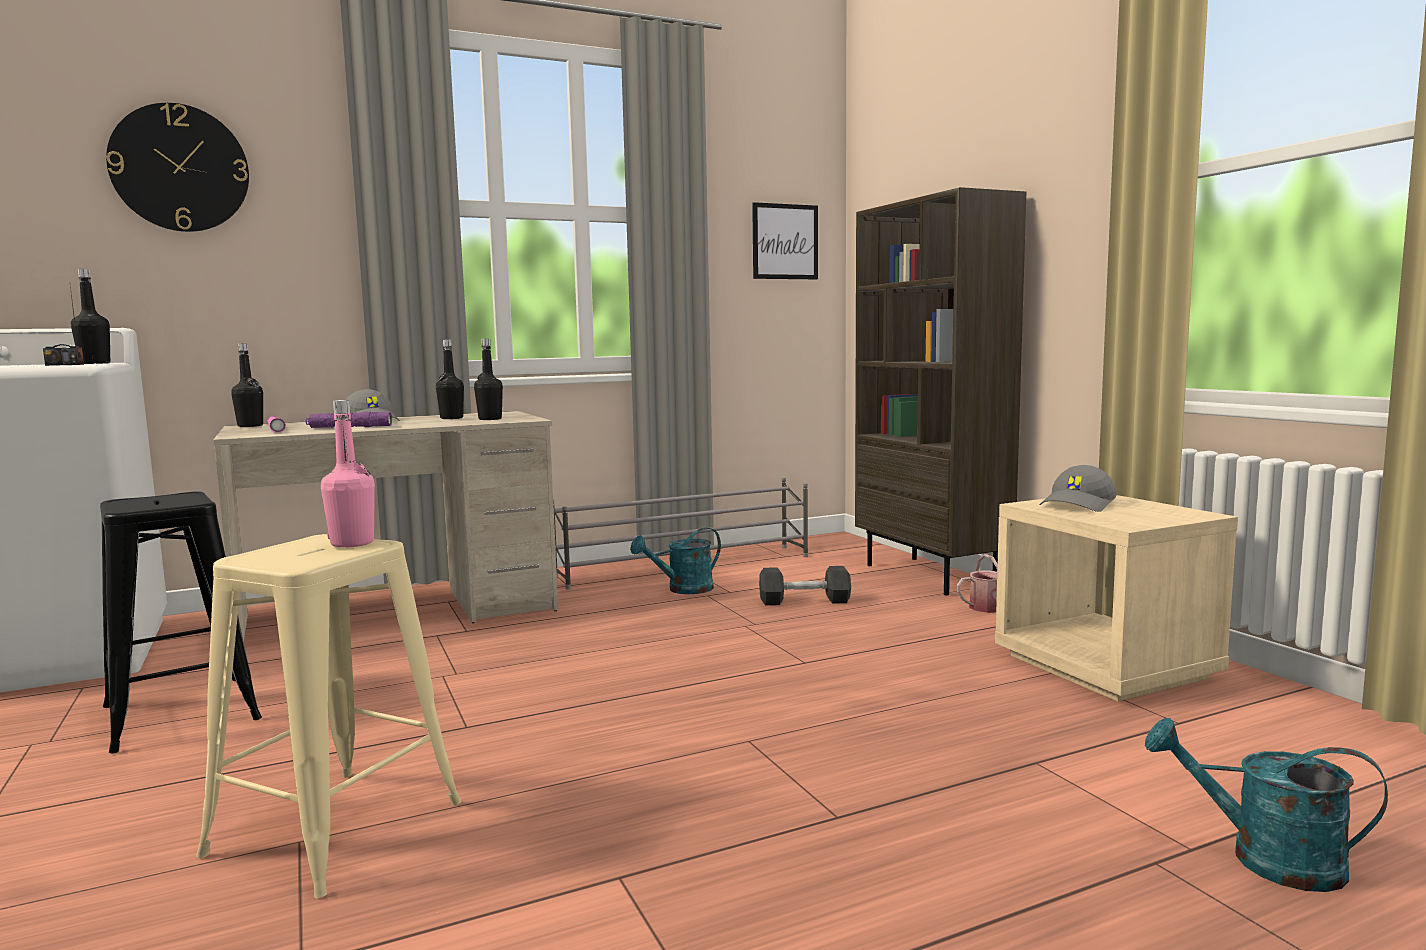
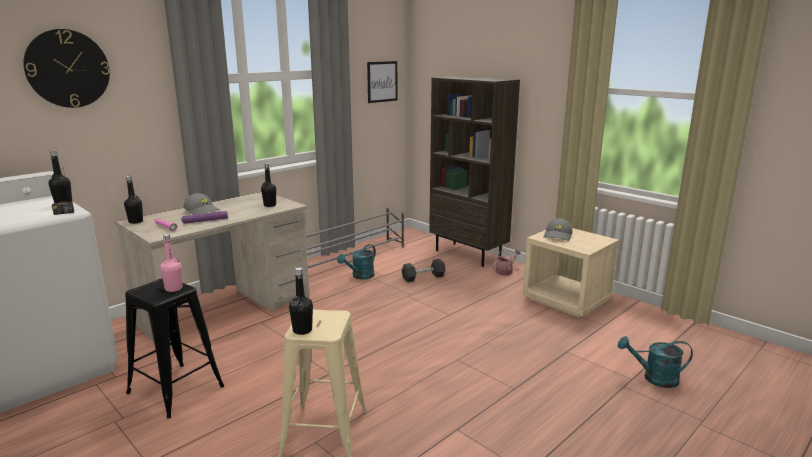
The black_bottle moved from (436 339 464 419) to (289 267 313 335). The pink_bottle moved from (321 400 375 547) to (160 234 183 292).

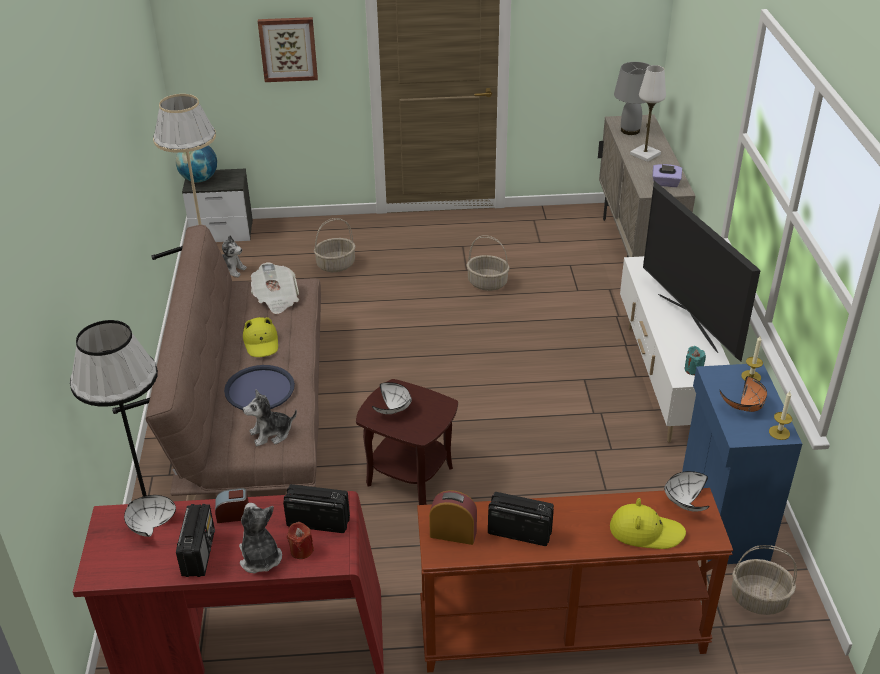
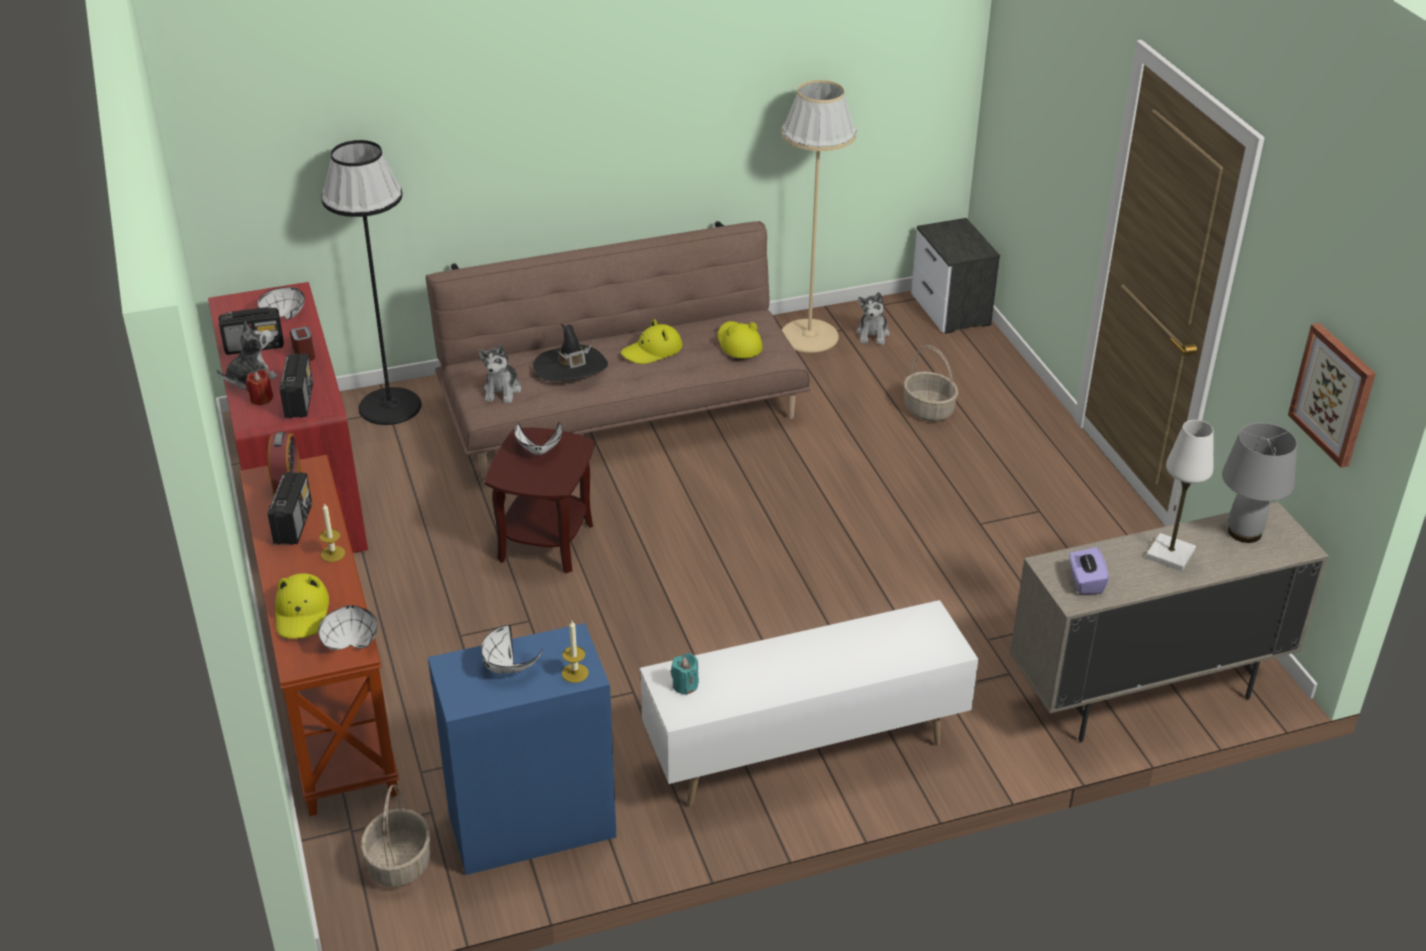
The picture moved from (258 17 318 82) to (1288 323 1376 468). The globe at (176 145 217 182) disappeared. The television at (643 181 761 361) disappeared. The basket at (466 235 510 291) disappeared. The newspaper at (251 262 299 314) was replaced by the yellow_hat at (718 321 763 358). The blue_tray at (224 365 295 410) was replaced by the black_hat at (533 324 608 381). The orange_bowl at (720 376 767 412) became the white_bowl at (481 625 543 674). The plush_toy at (243 390 297 446) turned 135 degrees counterclockwise. The candle moved from (769 391 792 440) to (319 503 345 562).

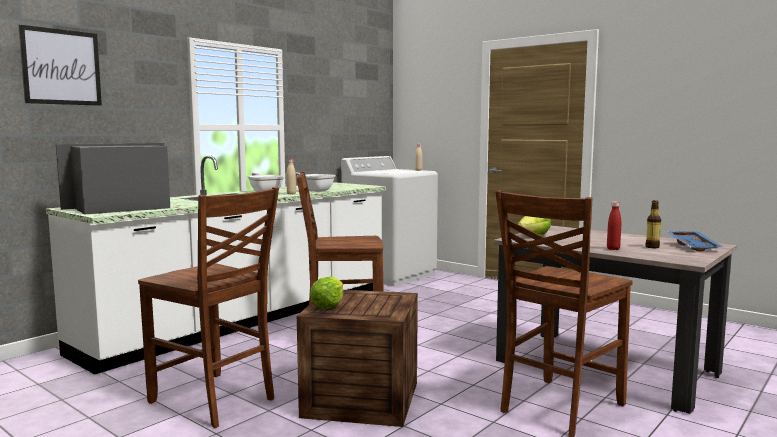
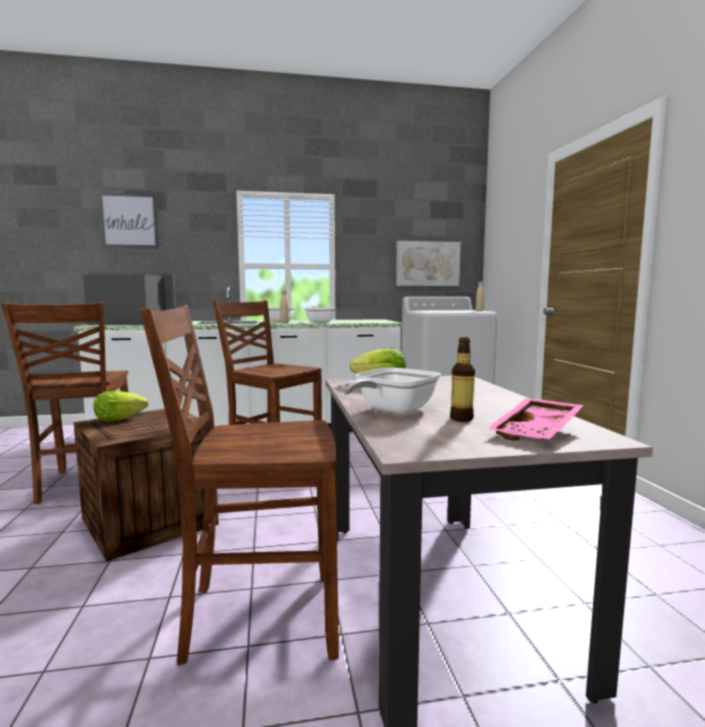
The red_bottle at (607 201 621 250) was replaced by the frying_pan at (341 367 441 414). The blue_tray at (667 231 723 251) became the pink_tray at (486 398 584 441). The picture at (396 241 461 286) appeared.

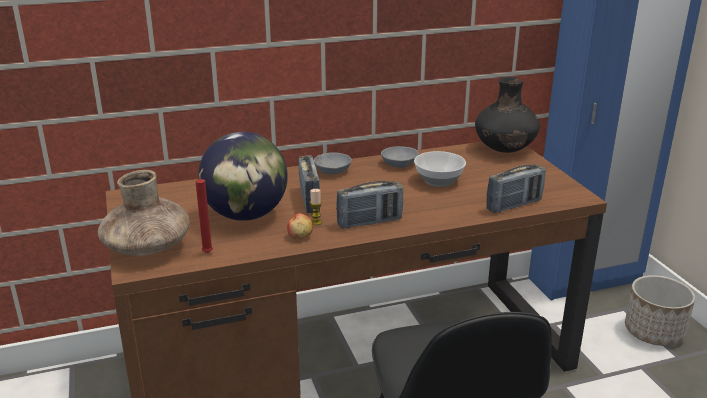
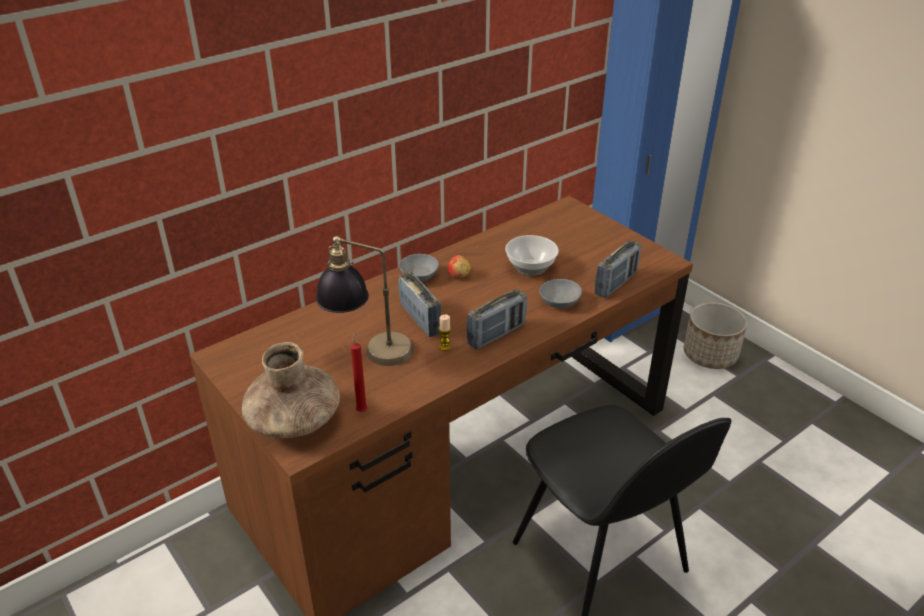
The black_vase at (475 77 540 153) disappeared. The globe at (198 132 288 221) was replaced by the table_lamp at (316 236 414 366). The grey_bowl moved from (381 146 419 168) to (540 279 582 308). The apple moved from (287 213 313 239) to (448 255 471 278).

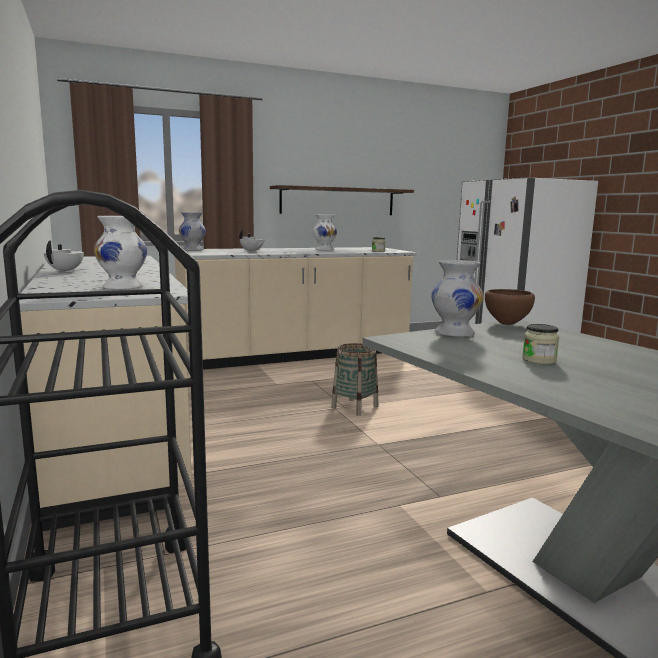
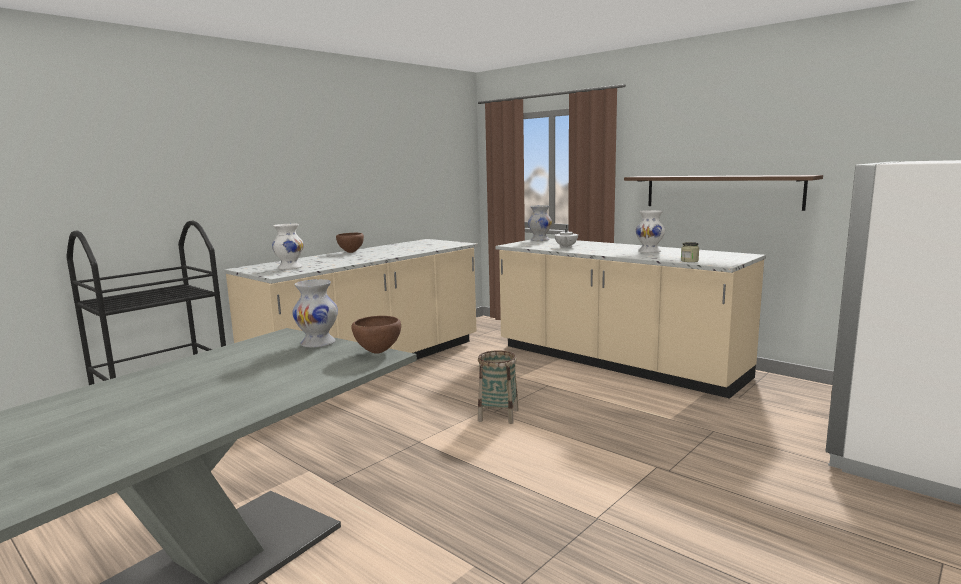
The white_teapot at (44 240 84 273) was replaced by the brown_bowl at (336 233 364 253). The jar at (522 324 559 364) disappeared.

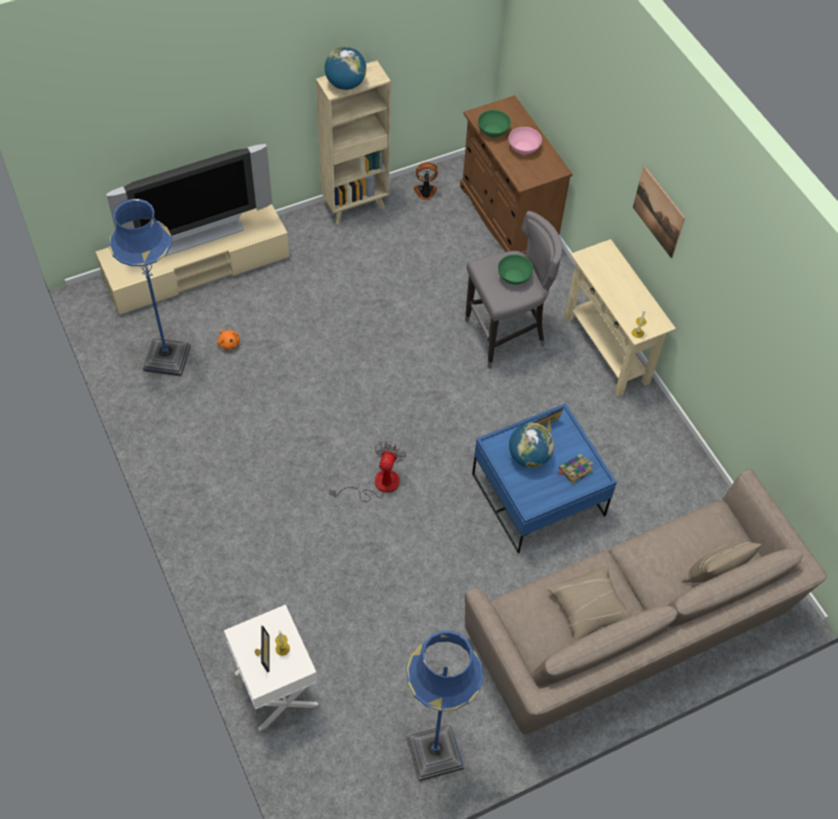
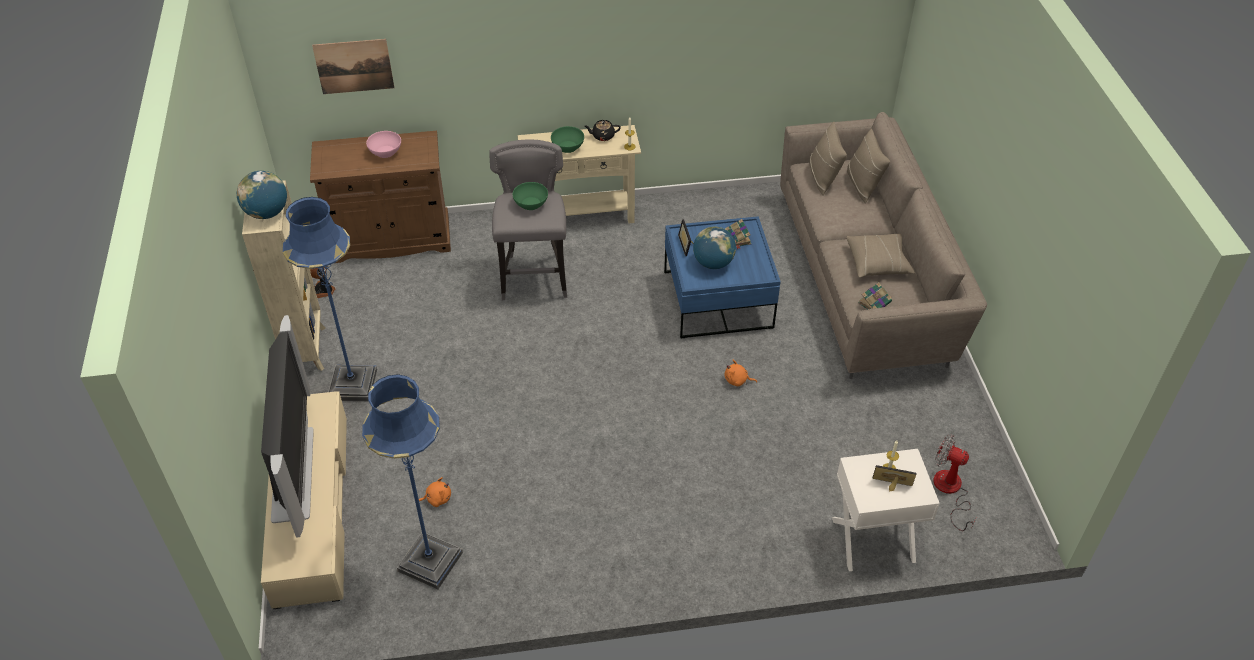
The green_bowl moved from (478 110 511 137) to (551 126 584 153). The picture moved from (633 166 685 259) to (312 39 394 94). The fan moved from (329 441 406 502) to (933 434 976 531). The blue_floor_lamp moved from (406 630 483 781) to (283 197 377 401). The black_teapot at (584 120 621 141) appeared. The beige_pillow at (809 121 847 196) appeared. The book at (858 282 892 309) appeared. The orange_plush_toy at (724 360 757 386) appeared.

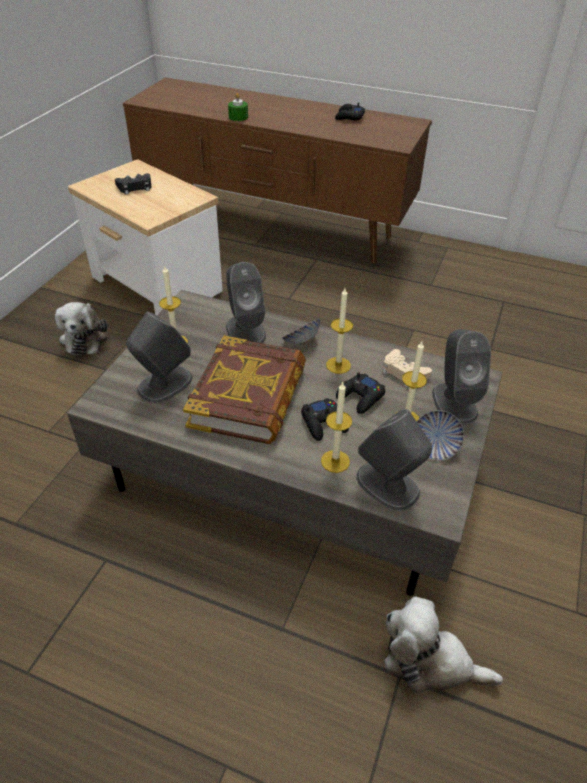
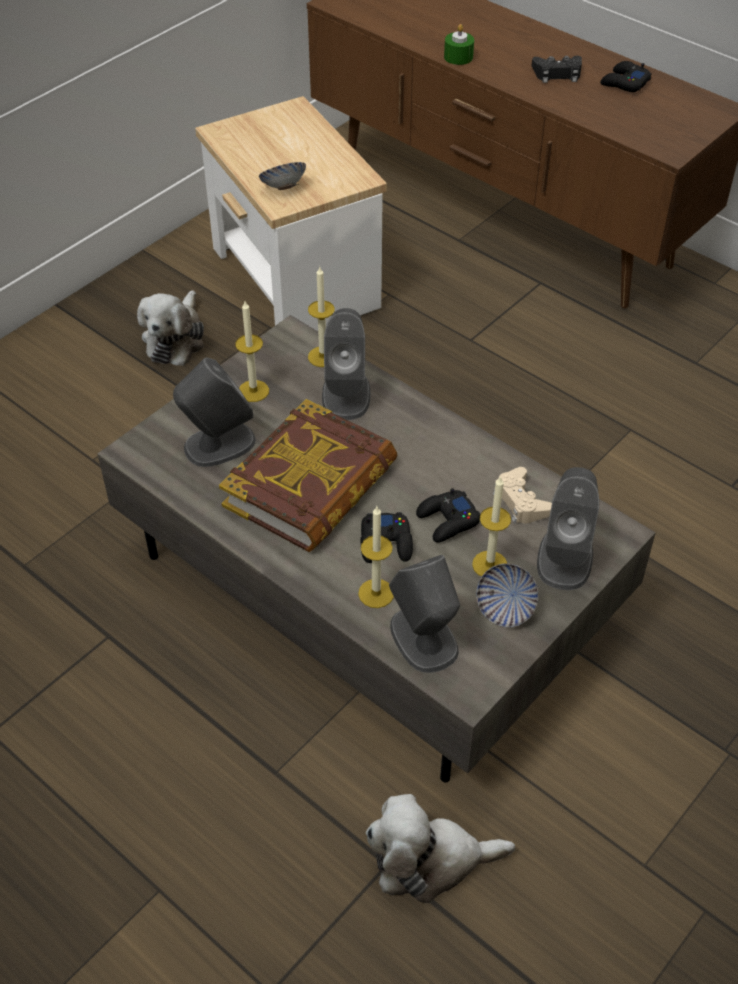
The black_game_controller moved from (115 173 151 194) to (532 56 582 83). The candle moved from (326 288 353 374) to (308 267 335 367). The bowl moved from (282 318 320 345) to (259 162 306 190). The plush_toy at (384 596 503 693) turned 45 degrees counterclockwise.

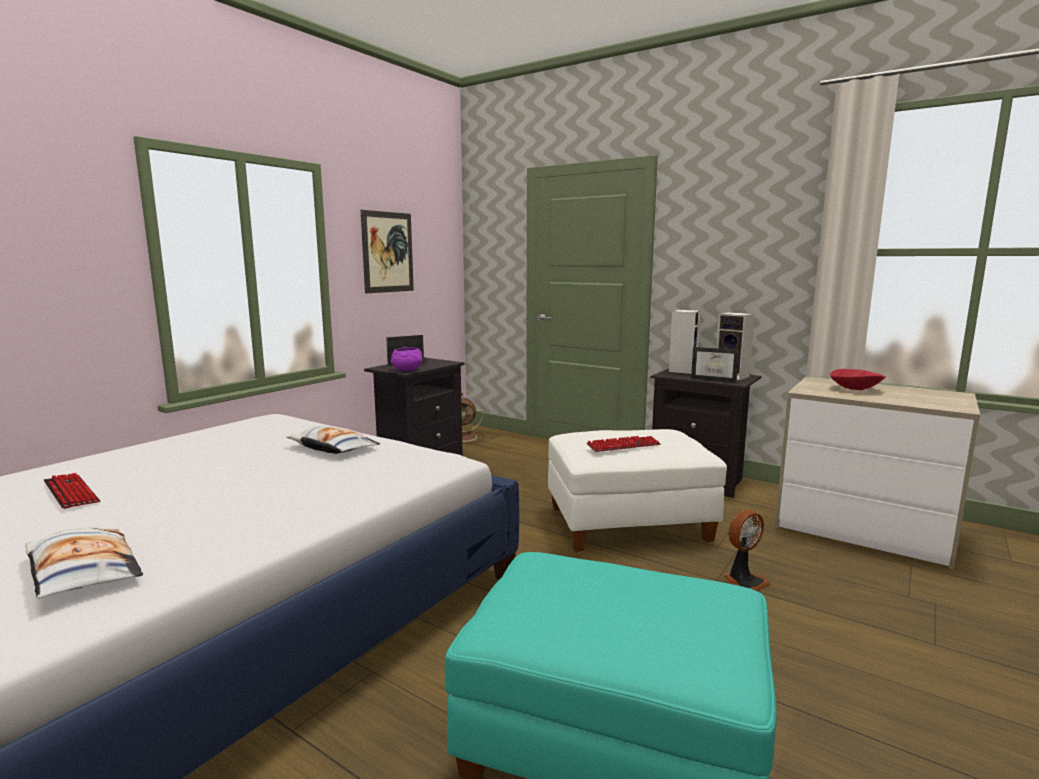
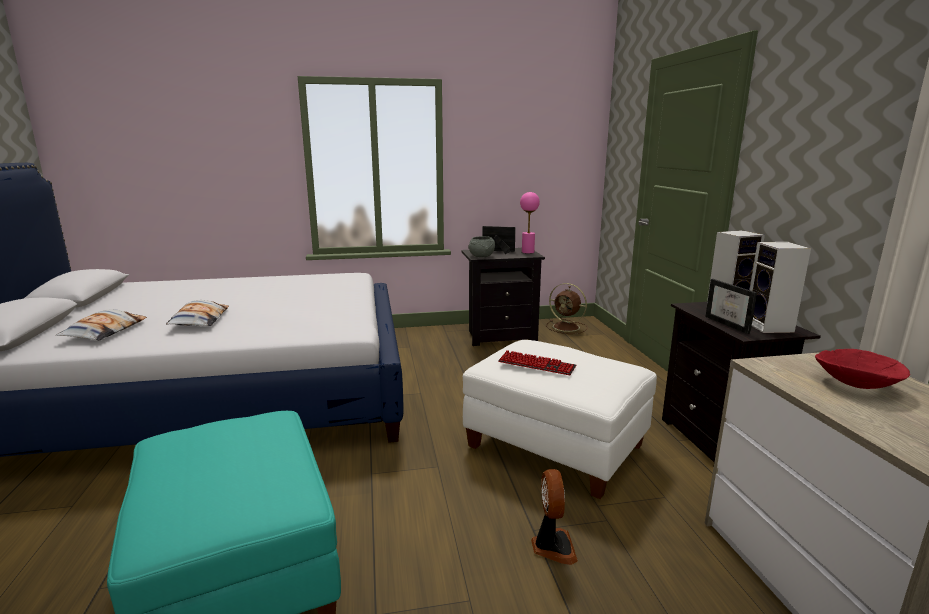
The picture at (361 210 414 293) disappeared. The purple_bowl at (391 347 422 372) became the grey_bowl at (468 236 495 257). The pillow moved from (286 426 380 454) to (166 300 229 326). The keyboard at (44 473 100 509) disappeared. The fan at (724 510 771 591) turned 105 degrees counterclockwise. The pink_table_lamp at (520 192 540 254) appeared.

